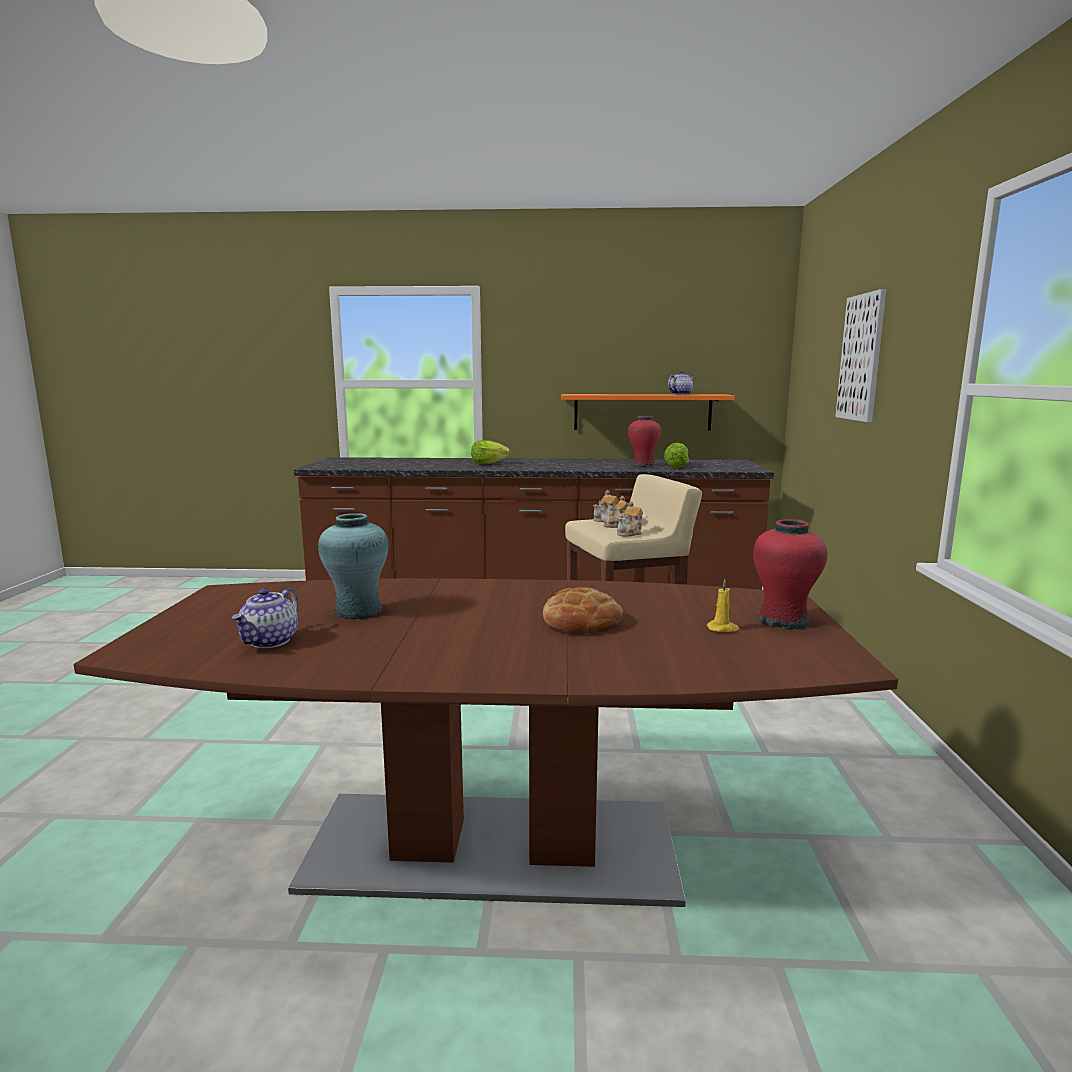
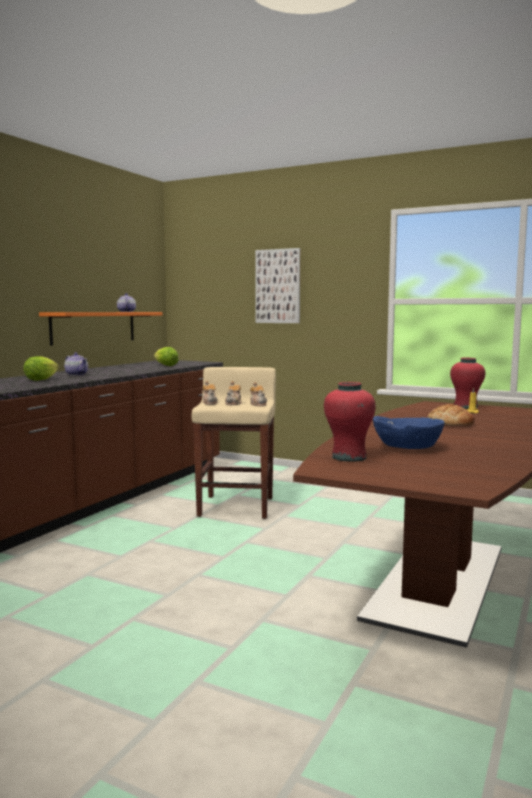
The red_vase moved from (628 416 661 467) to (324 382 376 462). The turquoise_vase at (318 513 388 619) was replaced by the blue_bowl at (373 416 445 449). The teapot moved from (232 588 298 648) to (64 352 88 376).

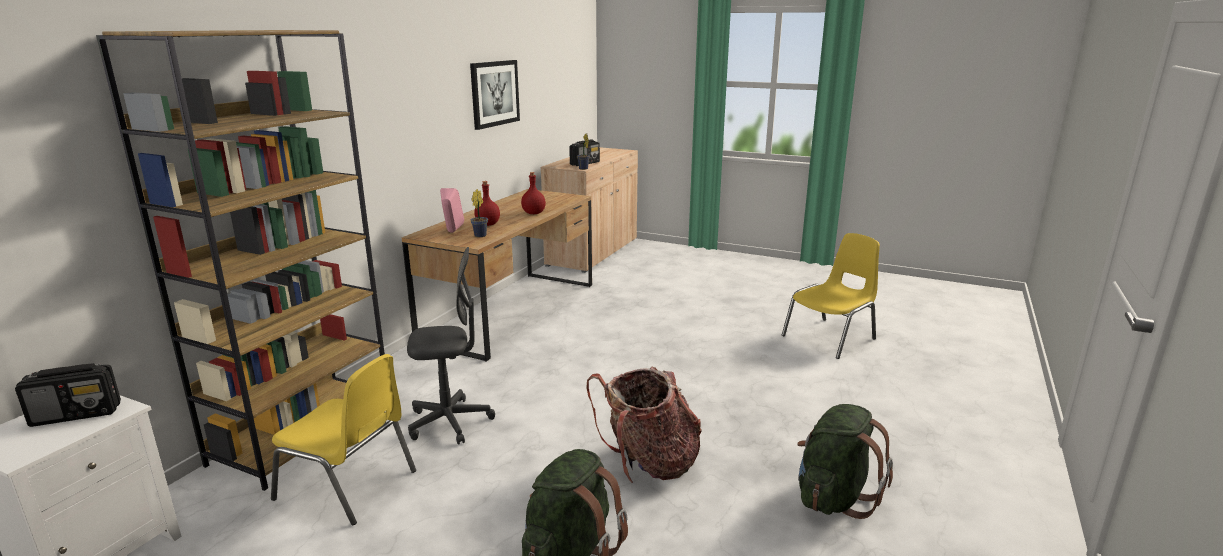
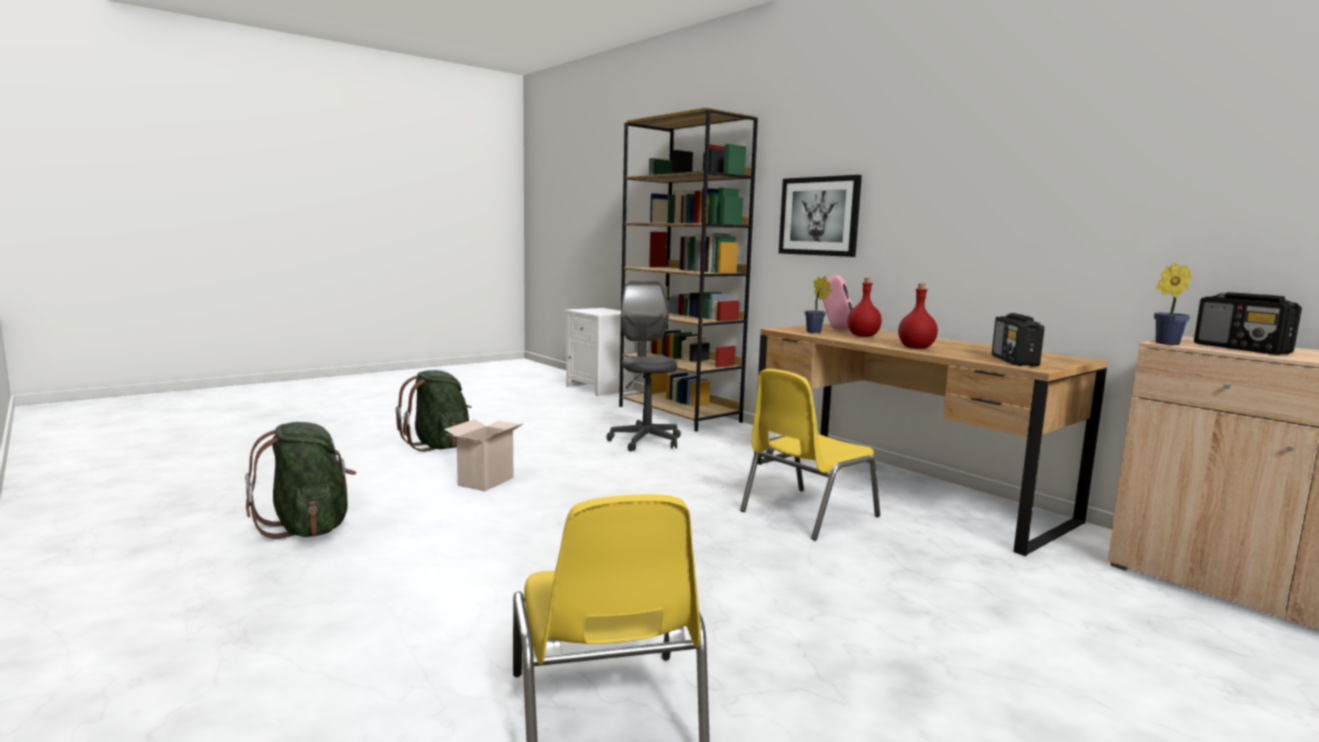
The picture moved from (470 60 520 130) to (779 175 862 257). The grey_office_chair at (407 247 495 445) turned 150 degrees clockwise. The yellow_chair moved from (271 354 416 525) to (740 369 880 540). The radio moved from (15 363 121 427) to (992 313 1045 367). The backpack at (586 366 702 483) was replaced by the cardboard_box at (444 419 524 491).

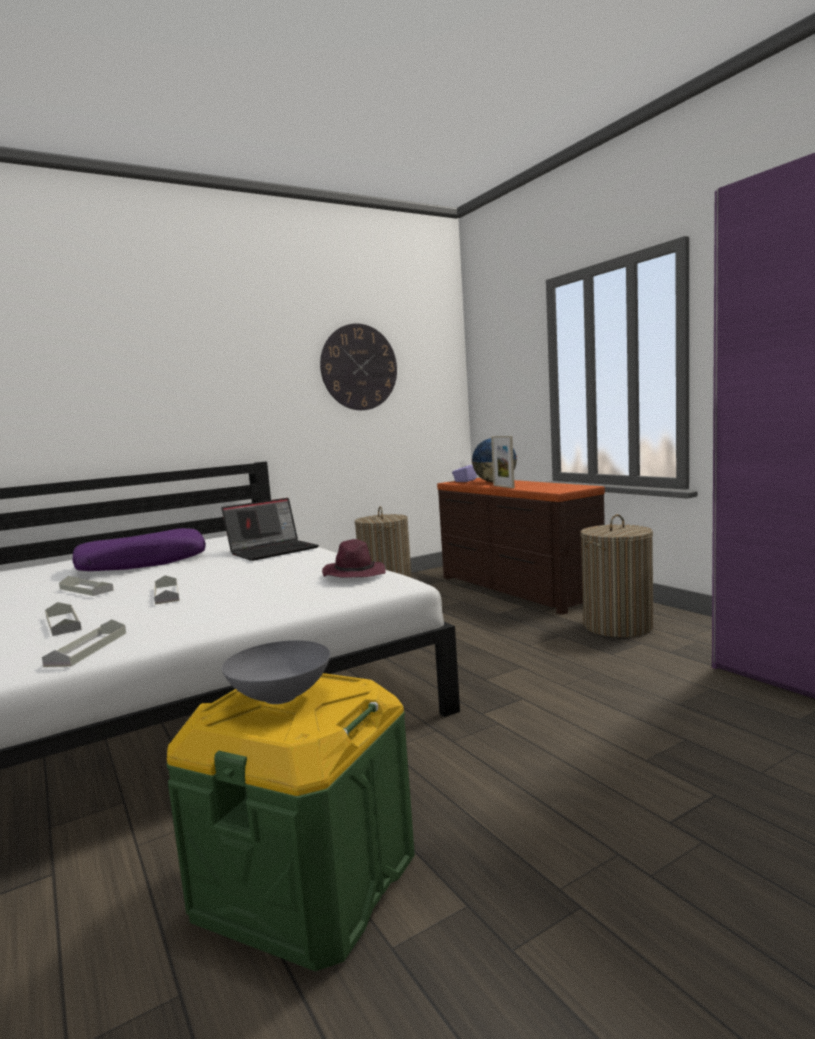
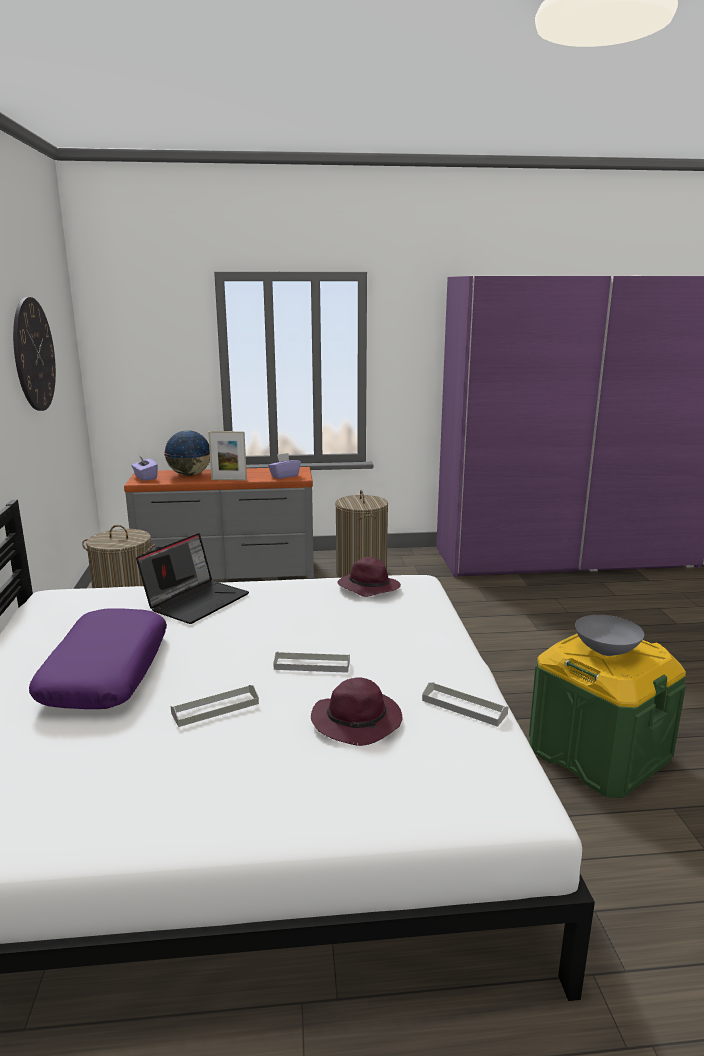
The brown_dresser at (437 478 605 615) became the grey_dresser at (124 467 314 580). The laptop at (221 498 319 561) turned 45 degrees clockwise. The grey_tray at (45 602 82 636) was replaced by the purple_hat at (311 677 402 746). The purple_tissue_box at (268 453 301 479) appeared.

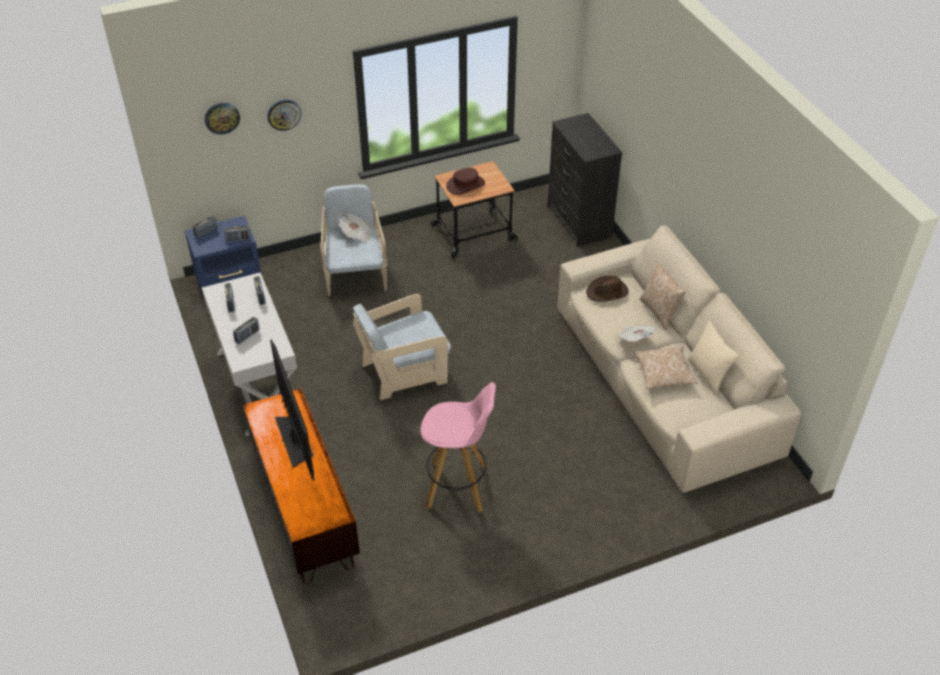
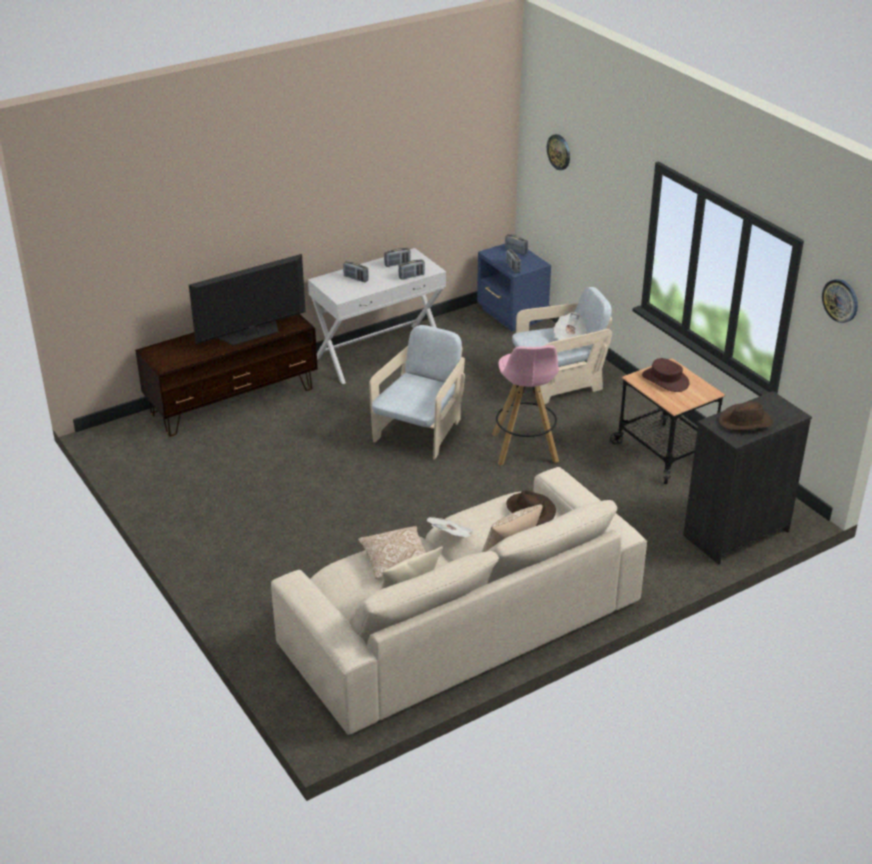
The wall_clock moved from (267 100 301 131) to (822 279 858 323). The beige_armchair at (353 294 451 400) turned 60 degrees clockwise. The pink_stool moved from (421 382 496 513) to (492 345 559 465). The brown_hat at (719 401 773 431) appeared.

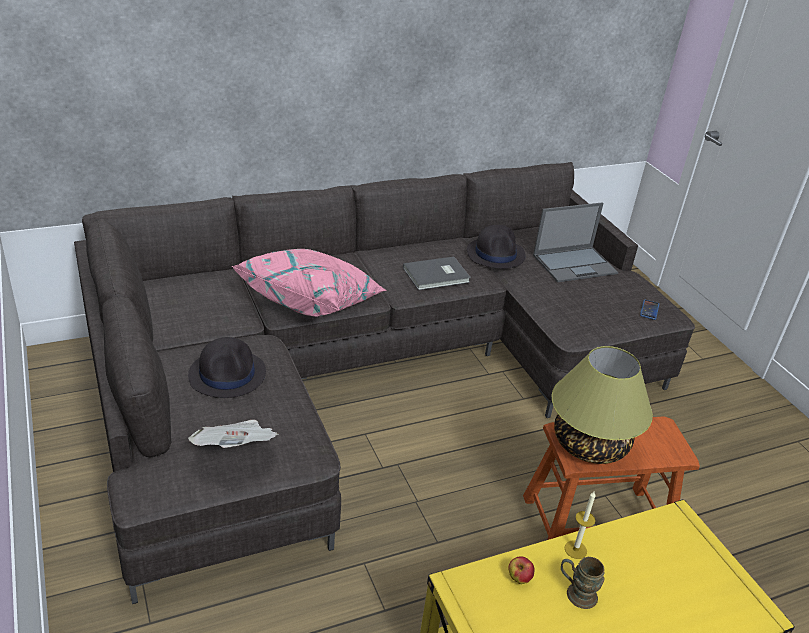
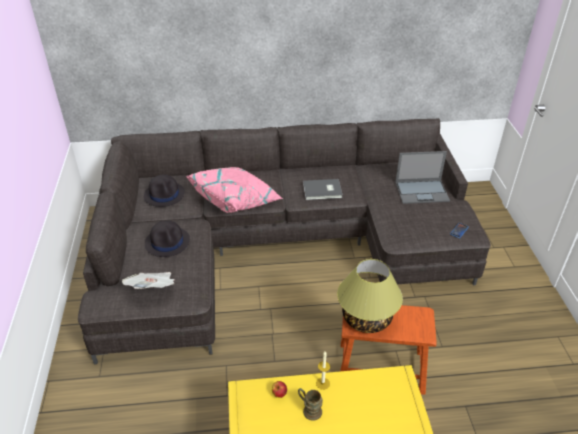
The black_hat moved from (467 225 526 269) to (144 175 185 207).

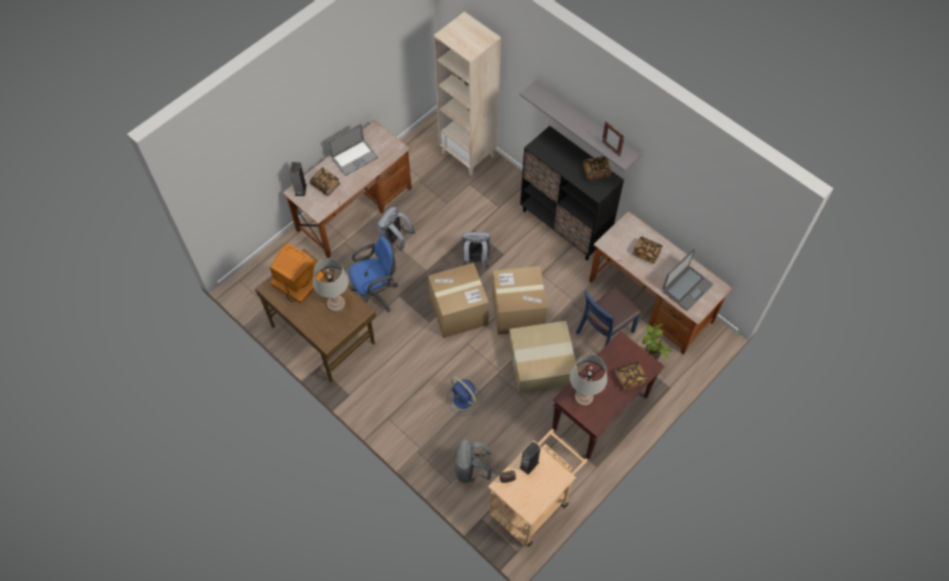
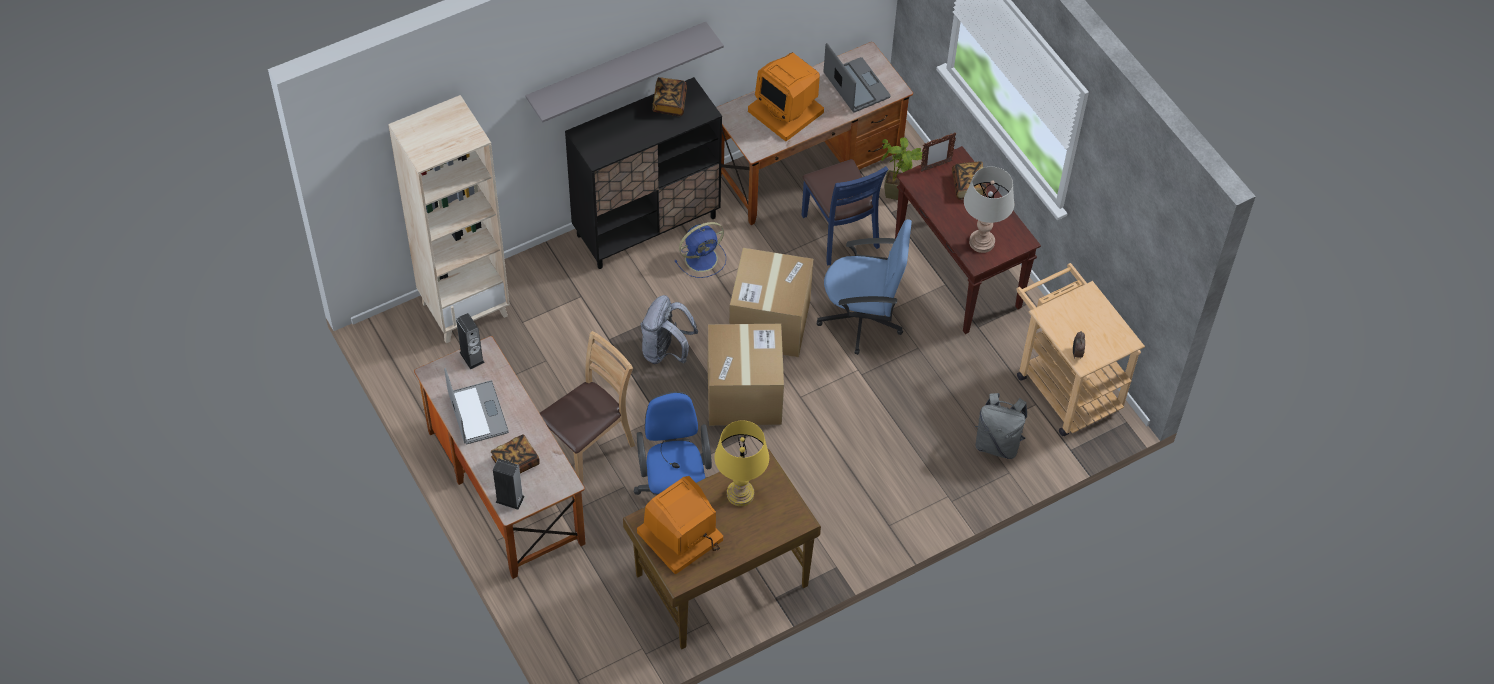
The picture_frame moved from (602 122 625 156) to (920 132 957 172). The grey_backpack at (377 207 415 251) was replaced by the brown_chair at (540 331 635 484). The book at (632 236 663 264) was replaced by the monitor at (748 52 824 141). The grey_table_lamp at (313 258 349 312) became the yellow_table_lamp at (714 420 769 506). The cardboard_box at (508 321 578 393) was replaced by the blue_office_chair at (817 219 912 355). The blue_fan moved from (447 377 482 416) to (674 222 726 278). The speaker moved from (519 441 541 475) to (456 313 485 369).

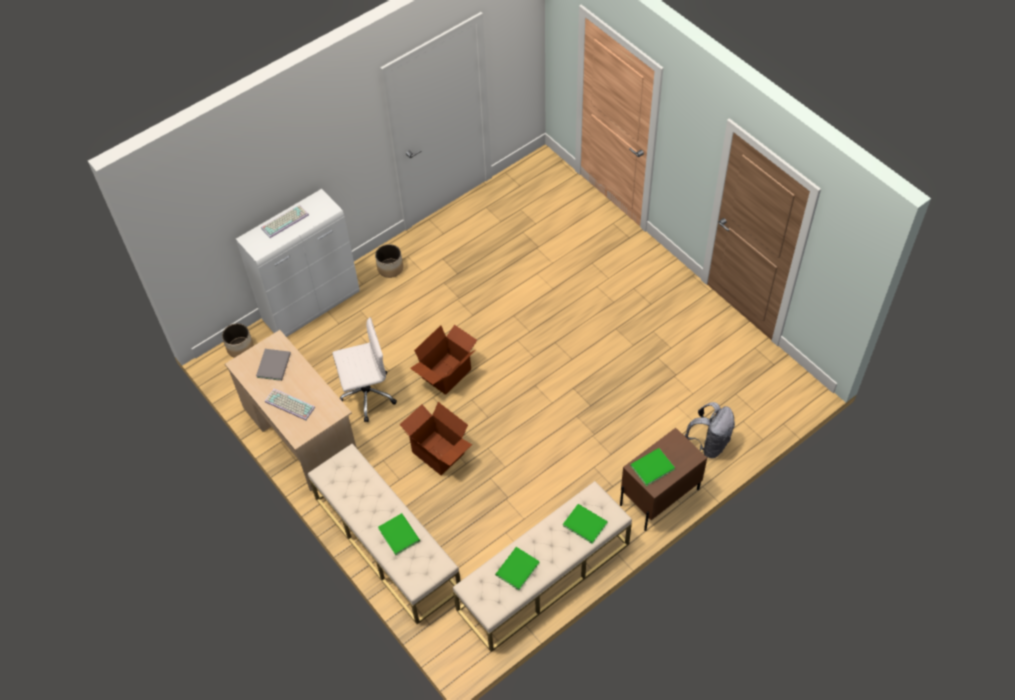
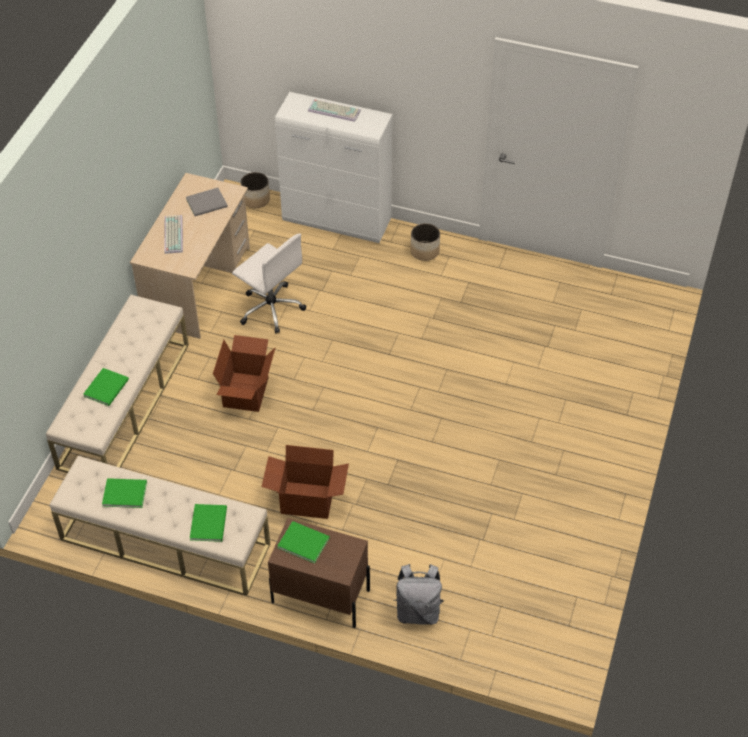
The cardboard_box moved from (410 325 477 395) to (262 445 349 519).

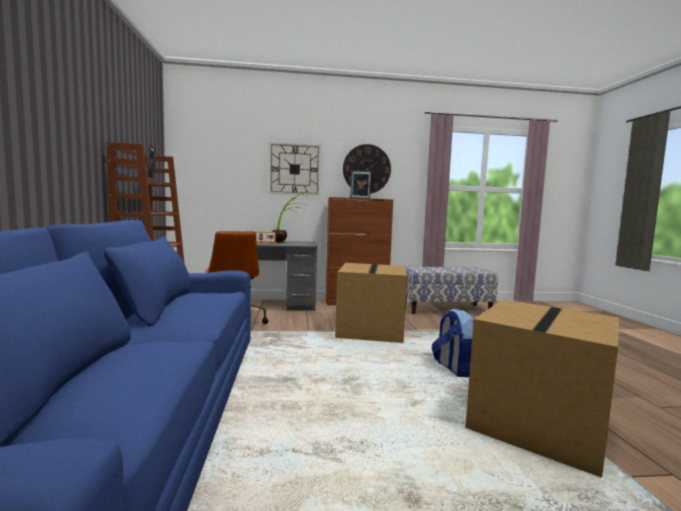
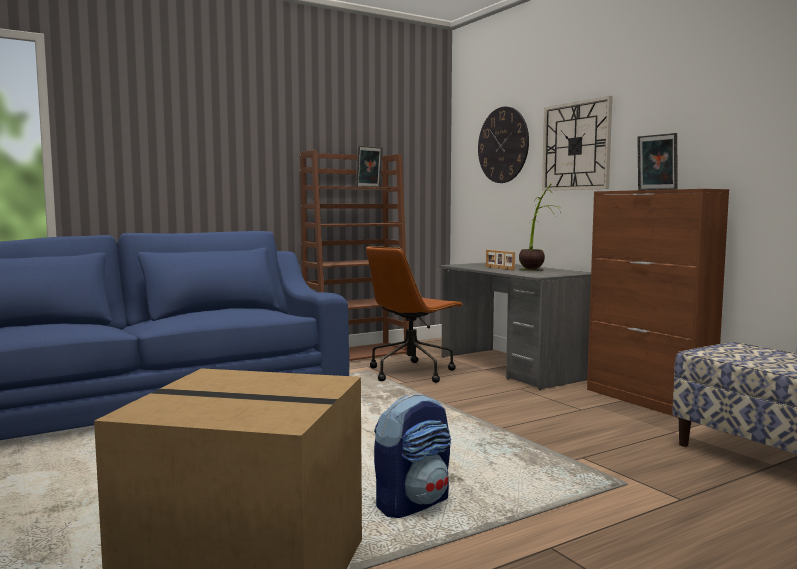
The wall_clock moved from (343 144 391 194) to (478 107 529 183). The cardboard_box at (335 263 407 343) disappeared.

